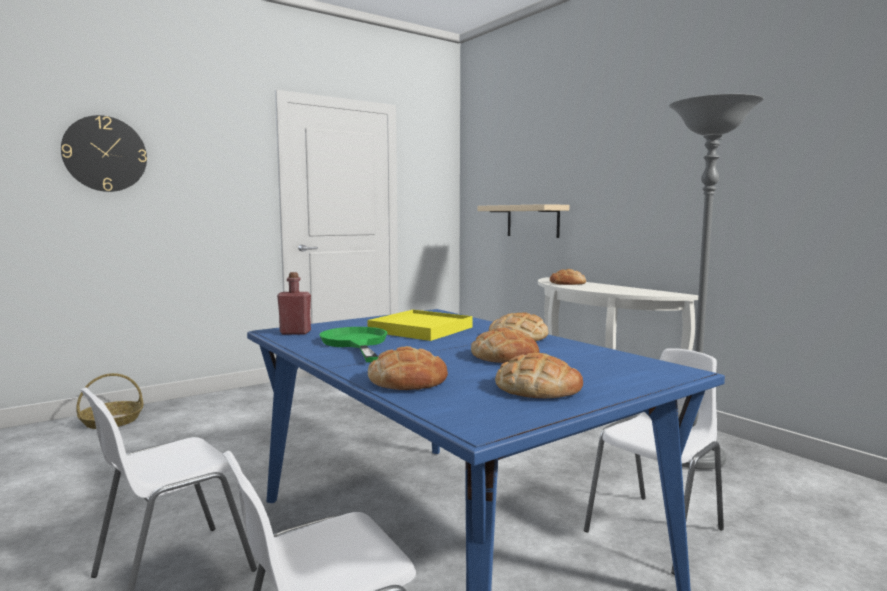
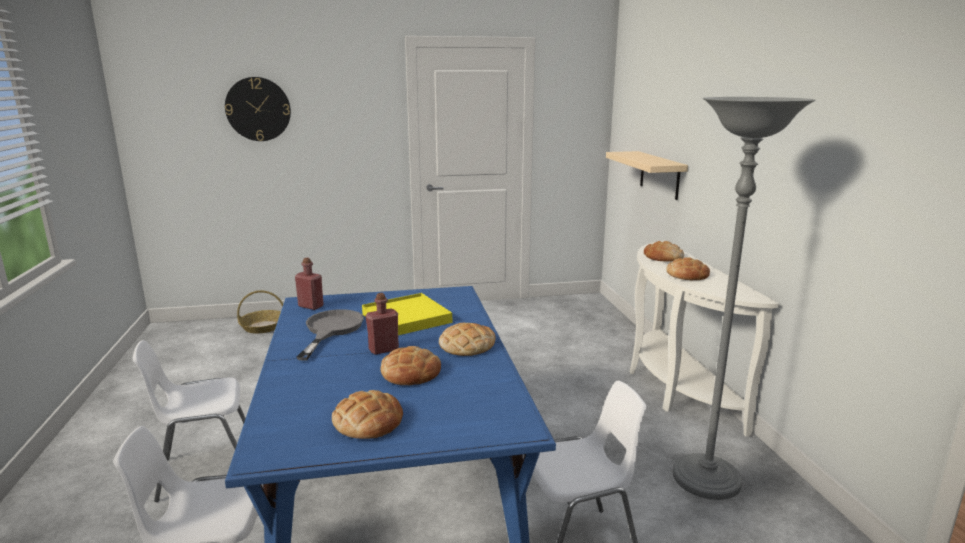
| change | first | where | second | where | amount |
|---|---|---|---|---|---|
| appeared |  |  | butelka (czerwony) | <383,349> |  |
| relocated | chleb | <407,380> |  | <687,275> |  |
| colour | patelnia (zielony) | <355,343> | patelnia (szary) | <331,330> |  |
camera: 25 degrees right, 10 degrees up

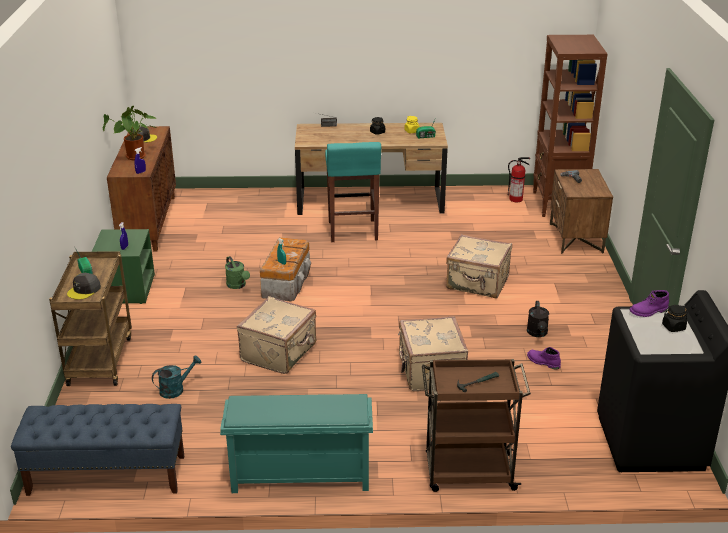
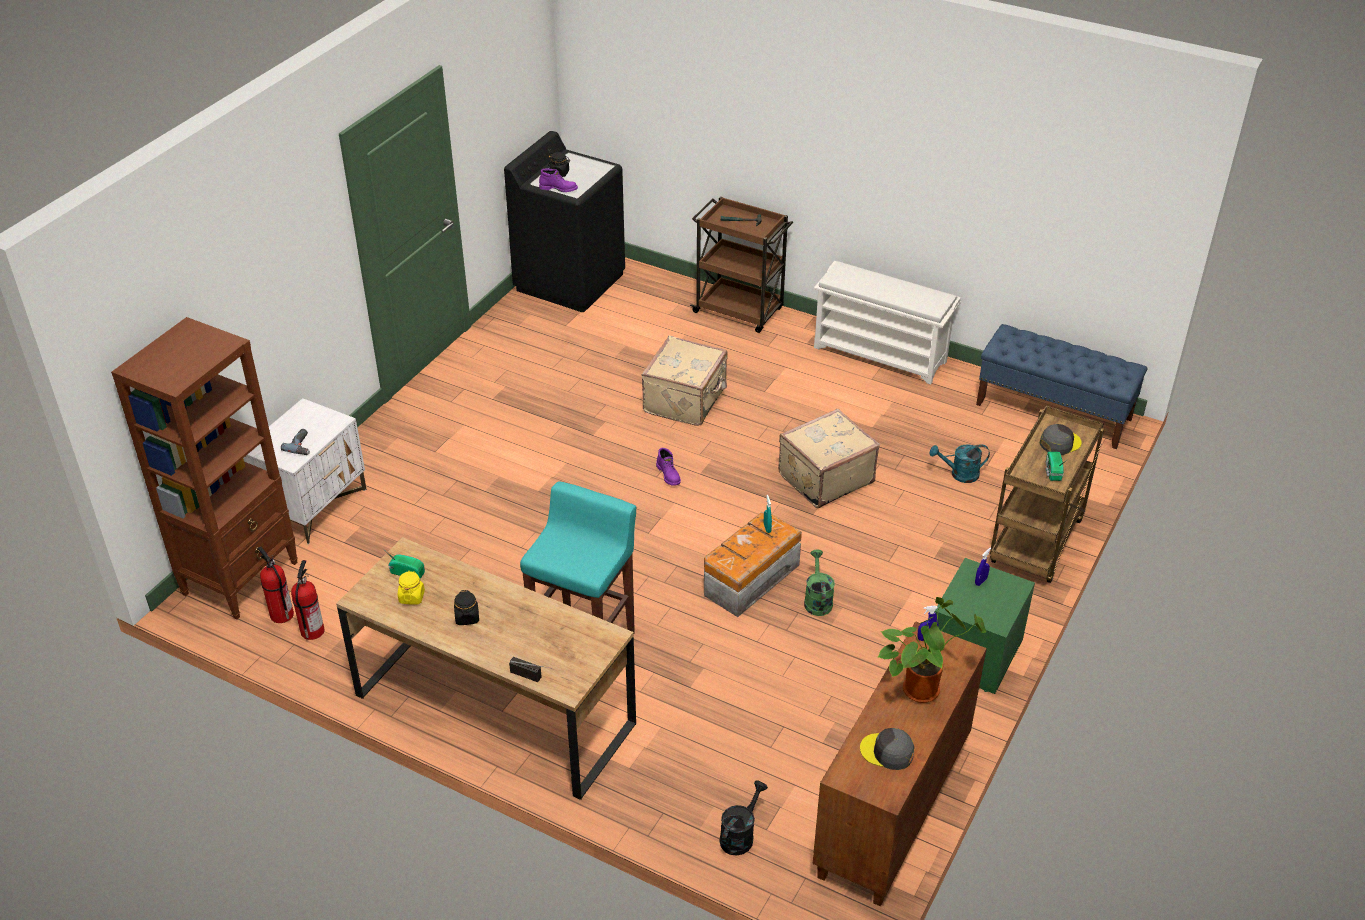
| change | first | where | second | where | amount |
|---|---|---|---|---|---|
| missing | walizka (beżowy) | <477,283> |  |  |  |
| appeared |  |  | gaśnica | <312,630> |  |
| relocated | konewka (czarny) | <537,333> |  | <740,835> |  |
| relocated | but z cholewką (fioletowy) | <543,362> |  | <669,475> |  |
| colour | regał na buty (turkusowy) | <299,476> | regał na buty (biały) | <881,354> |  |
| colour | szafka nocna (brązowy) | <576,238> | szafka nocna (biały) | <313,505> |  |
camera: 150 degrees left, 10 degrees up

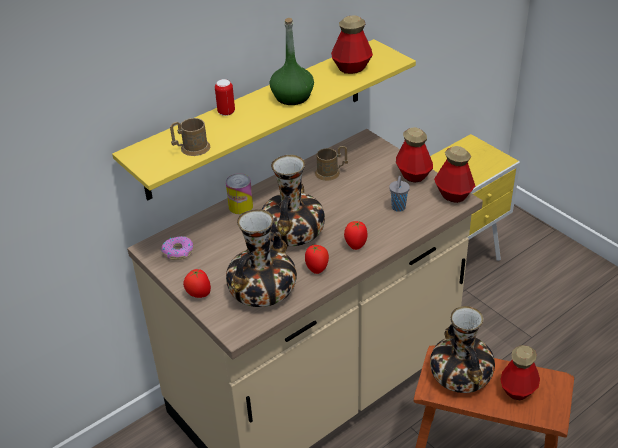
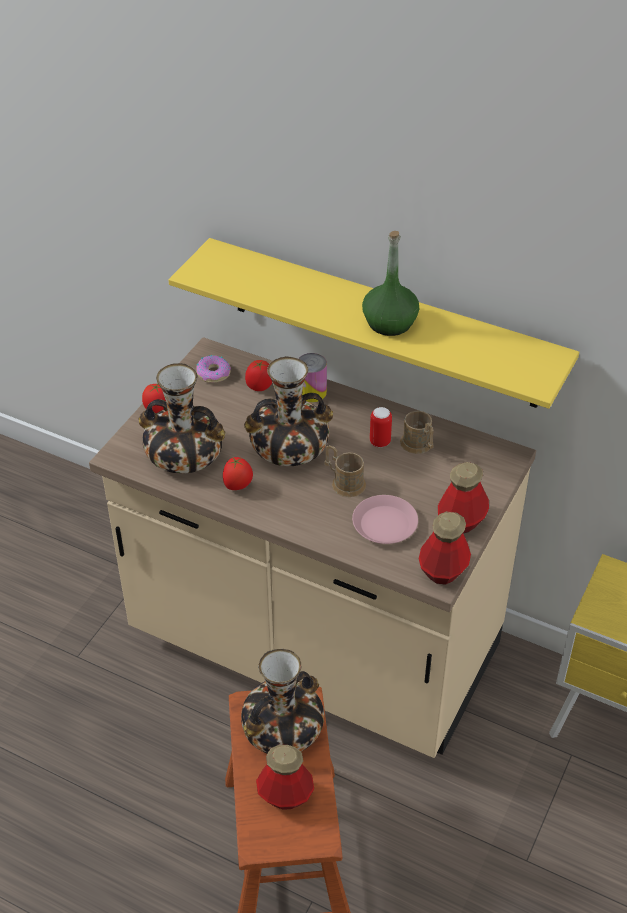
| change | first | where | second | where | amount |
|---|---|---|---|---|---|
| missing | butelka | <352,68> |  |  |  |
| relocated | kubek (brązowy) | <191,149> |  | <344,482> |  |
| relocated | puszka | <226,112> |  | <380,442> |  |
| relocated | pomidor | <355,245> |  | <260,387> |  |
| exchanged | filiżanka (szary) | <398,208> | talerz (różowy) | <385,525> |  |
camera: 65 degrees right, 5 degrees up

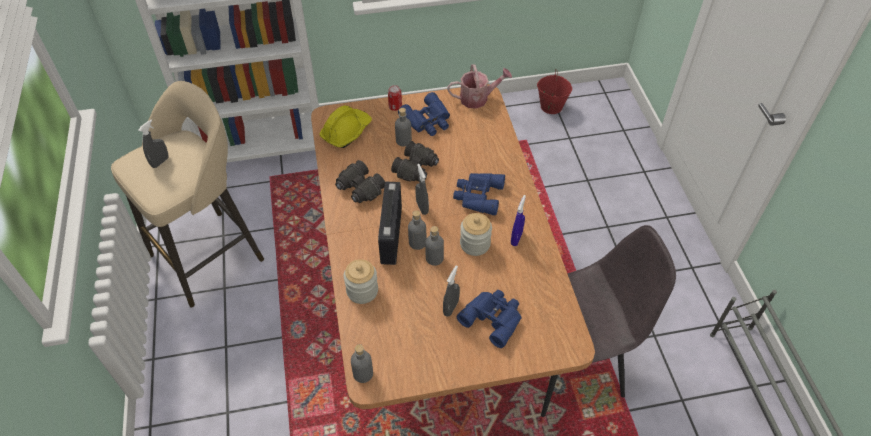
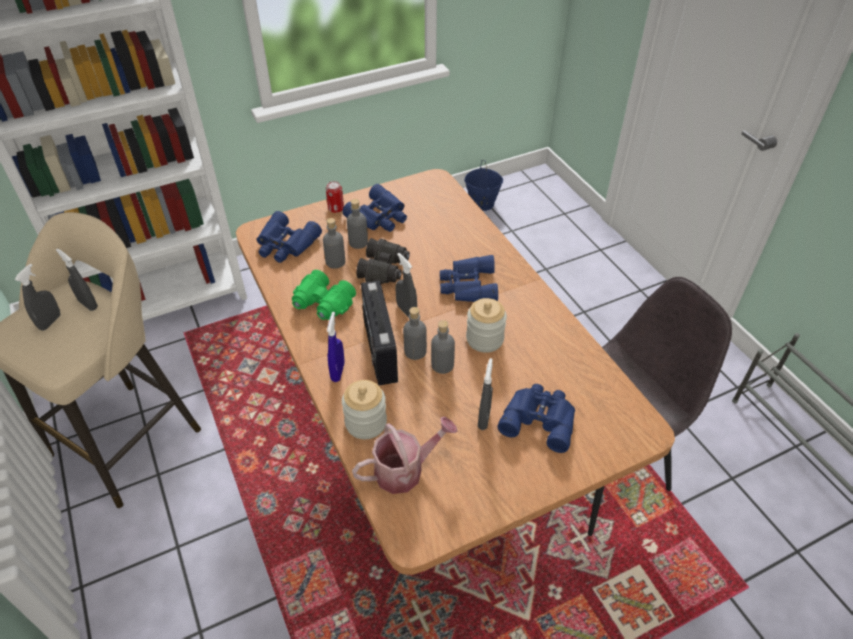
| change | first | where | second | where | amount |
|---|---|---|---|---|---|
| appeared |  |  | spryskiwacz (szary) | <88,304> |  |
| relocated | butelka (szary) | <363,374> |  | <335,262> |  |
| relocated | konewka | <478,98> |  | <405,470> |  |
| relocated | spryskiwacz (niebieski) | <516,238> |  | <338,372> |  |
| exchanged | kask (żółty) | <346,132> | lornetka (niebieski) | <285,245> |  |
| colour | lornetka (czarny) | <359,189> | lornetka (zielony) | <323,305> |  |
| colour | wiadro (czerwony) | <551,106> | wiadro (niebieski) | <481,203> |  |
camera: 15 degrees left, 5 degrees down

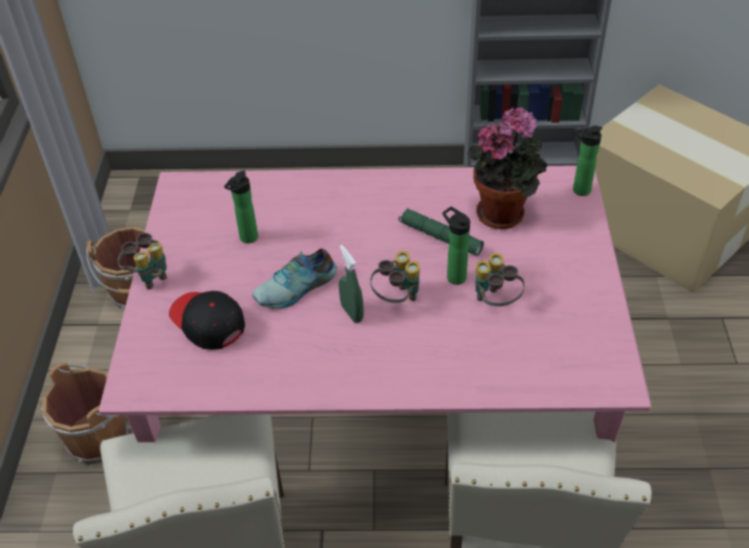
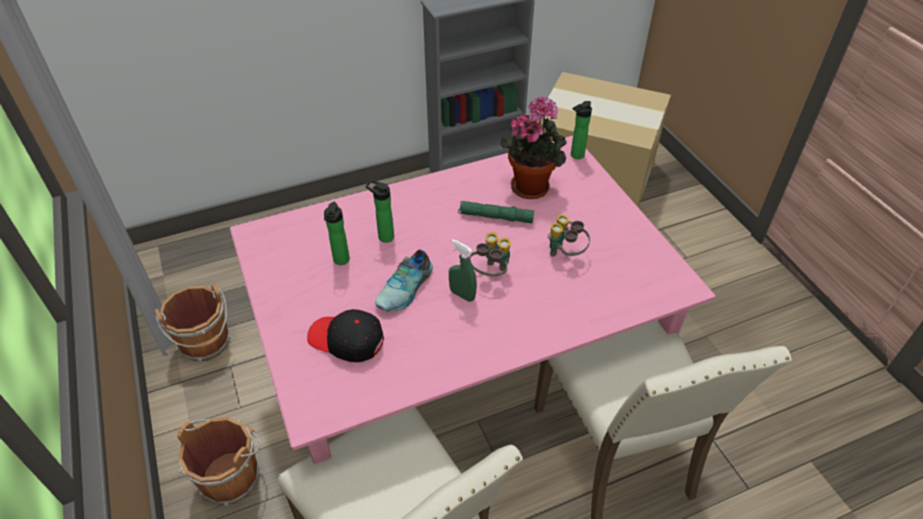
| change | first | where | second | where | amount |
|---|---|---|---|---|---|
| missing | lornetka | <149,276> |  |  |  |
| relocated | butelka | <454,276> |  | <384,236> |  |
camera: 25 degrees left, 0 degrees up

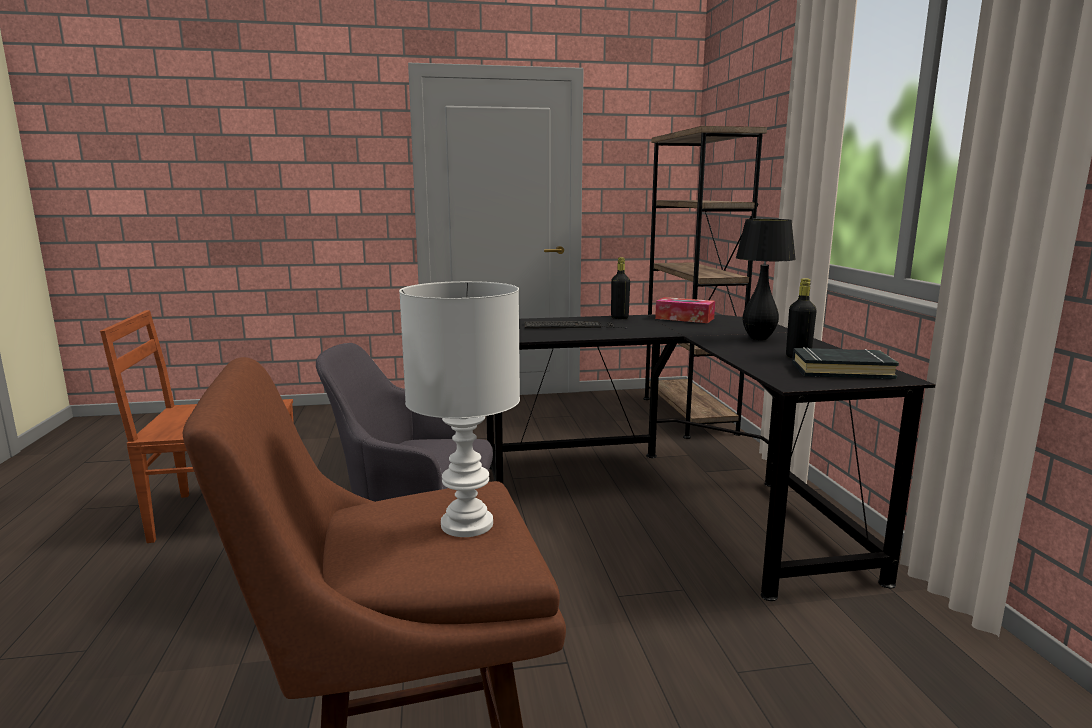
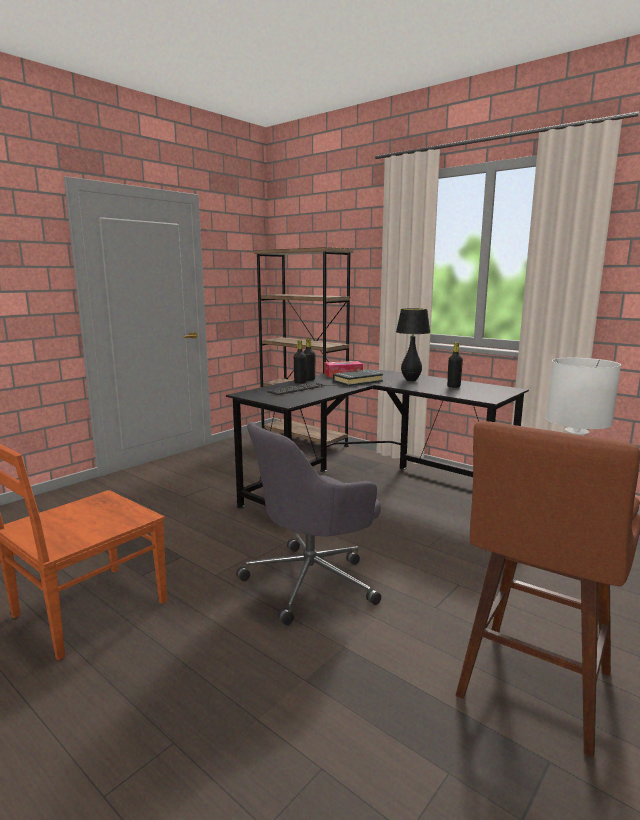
| change | first | where | second | where | amount |
|---|---|---|---|---|---|
| appeared |  |  | butelka (czarny) | <300,382> |  |
| relocated | książka (czarny) | <841,370> |  | <357,381> |  |
camera: 40 degrees left, 0 degrees up

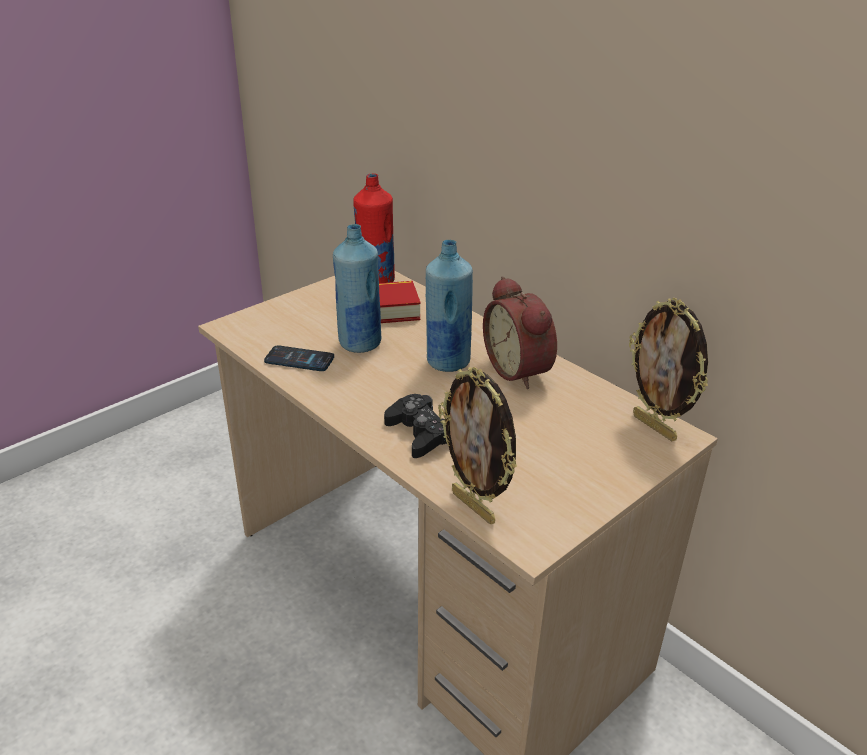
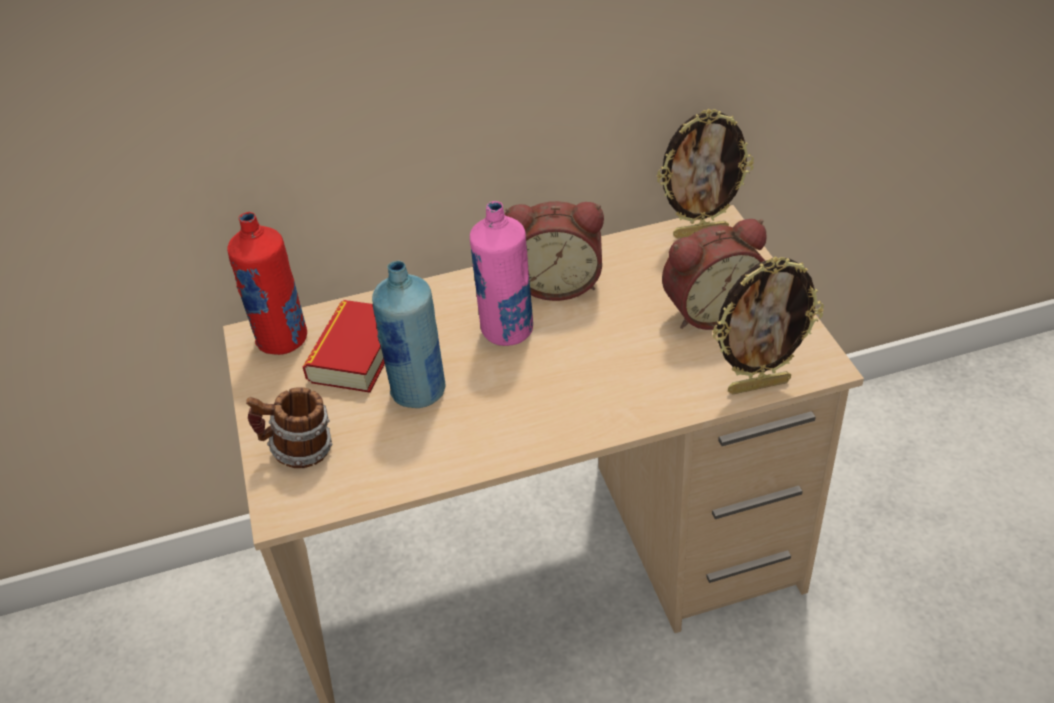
| change | first | where | second | where | amount |
|---|---|---|---|---|---|
| missing | telefon | <299,359> |  |  |  |
| missing | pad do gier (czarny) | <420,433> |  |  |  |
| appeared |  |  | kubek | <299,451> |  |
| appeared |  |  | budzik | <709,310> |  |
| colour | butelka (niebieski) | <447,362> | butelka (różowy) | <507,331> |  |
camera: 60 degrees left, 10 degrees up

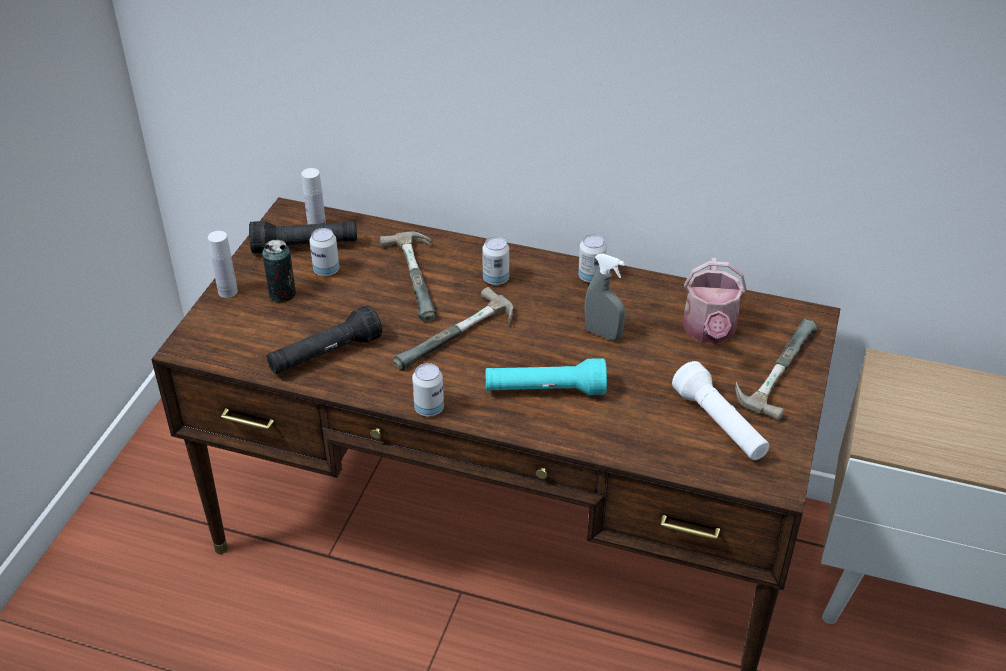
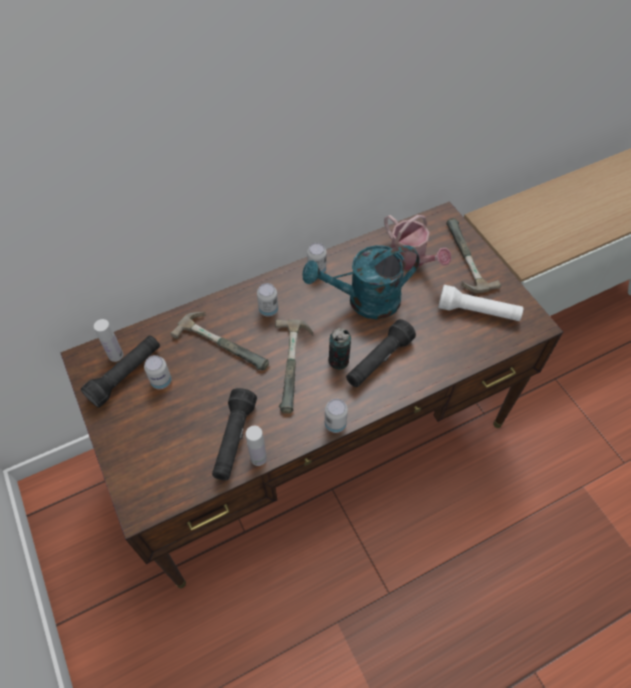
| change | first | where | second | where | amount |
|---|---|---|---|---|---|
| relocated | butelka (biały) | <228,291> |  | <258,458> |  |
| relocated | puszka | <282,294> |  | <338,361> |  |
| exchanged | spryskiwacz (szary) | <603,333> | konewka (turkusowy) | <364,301> |  |
| colour | latarka (turkusowy) | <545,390> | latarka (czarny) | <378,361> |  |
camera: 45 degrees left, 15 degrees up

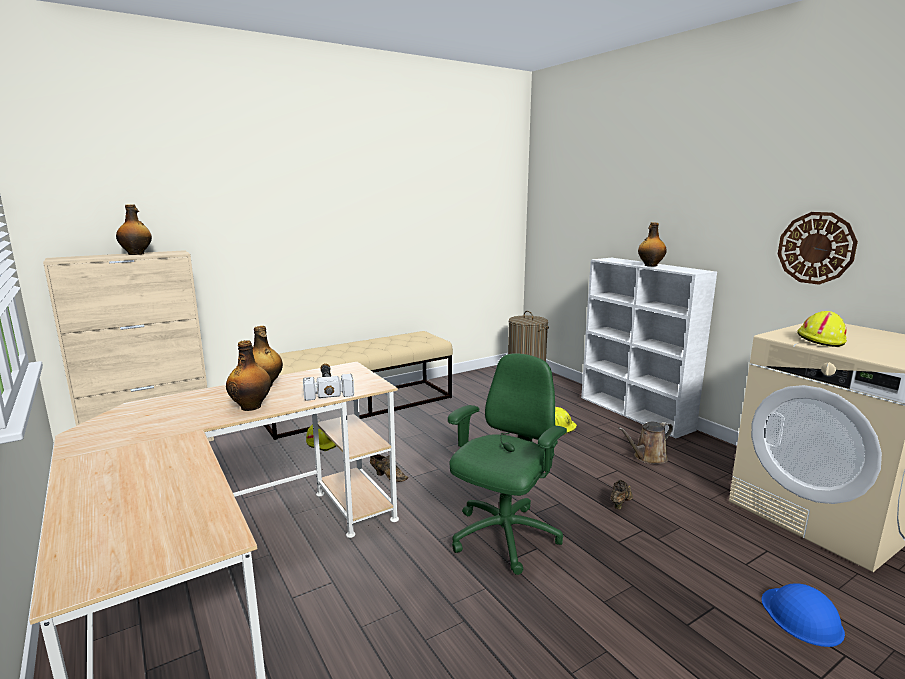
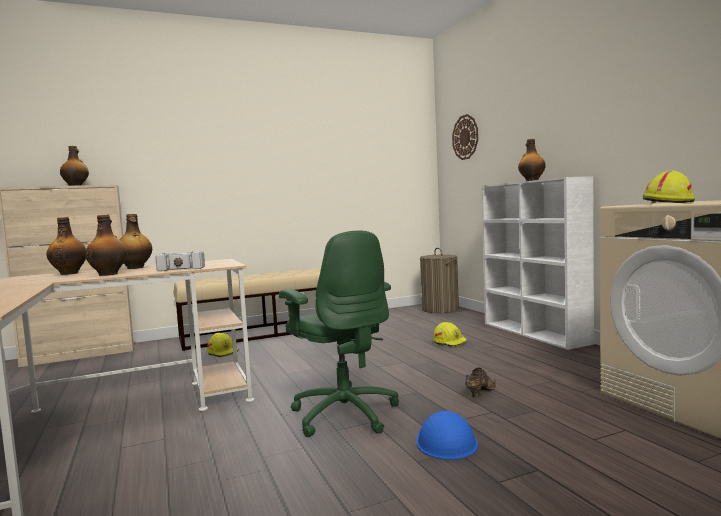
| change | first | where | second | where | amount |
|---|---|---|---|---|---|
| missing | but (brązowy) | <388,476> |  |  |  |
| missing | konewka (brązowy) | <647,457> |  |  |  |
| appeared |  |  | butelka | <69,273> |  |
| relocated | kask (niebieski) | <801,616> |  | <446,442> |  |
| relocated | zegar ścienny | <816,248> |  | <465,137> |  |
| spun | krzesło biurowe (zielony) | <503,537> |  | <344,414> | 105 degrees clockwise |
camera: 10 degrees right, 10 degrees down

